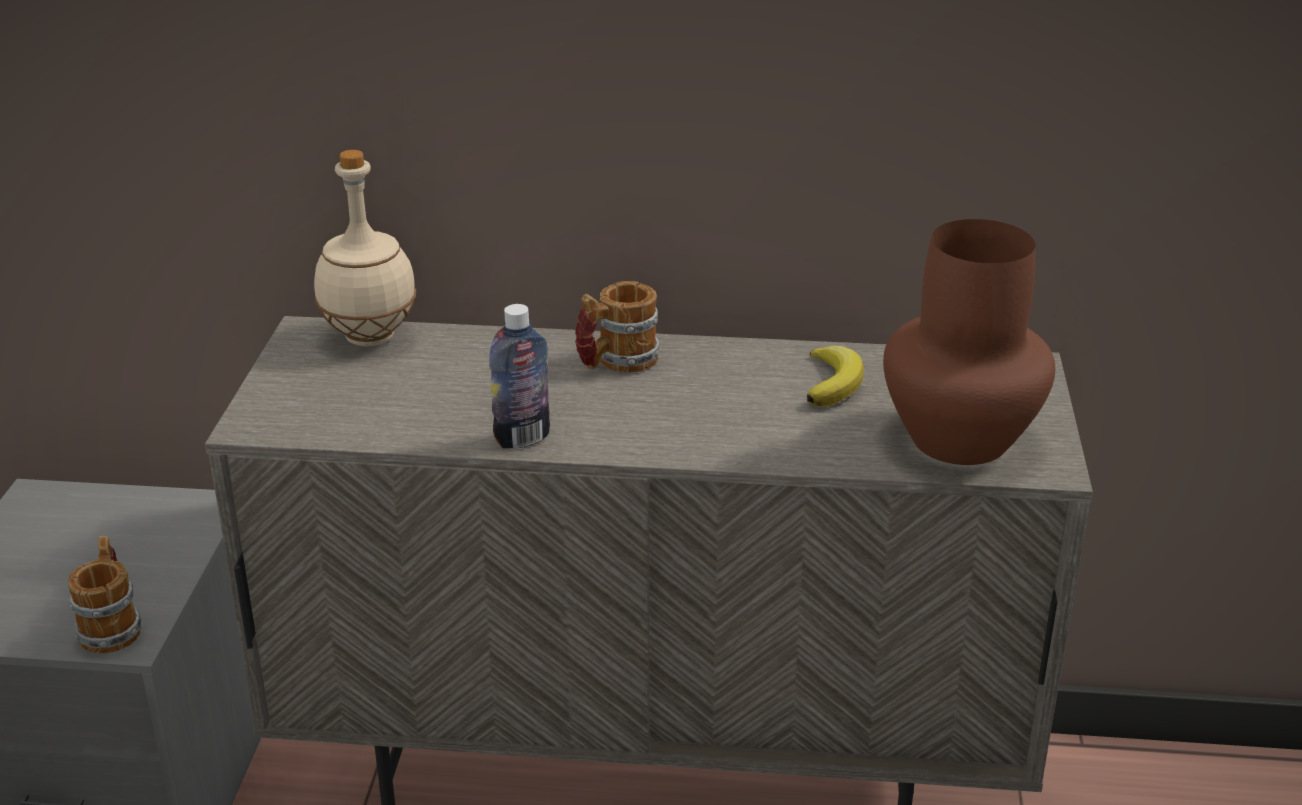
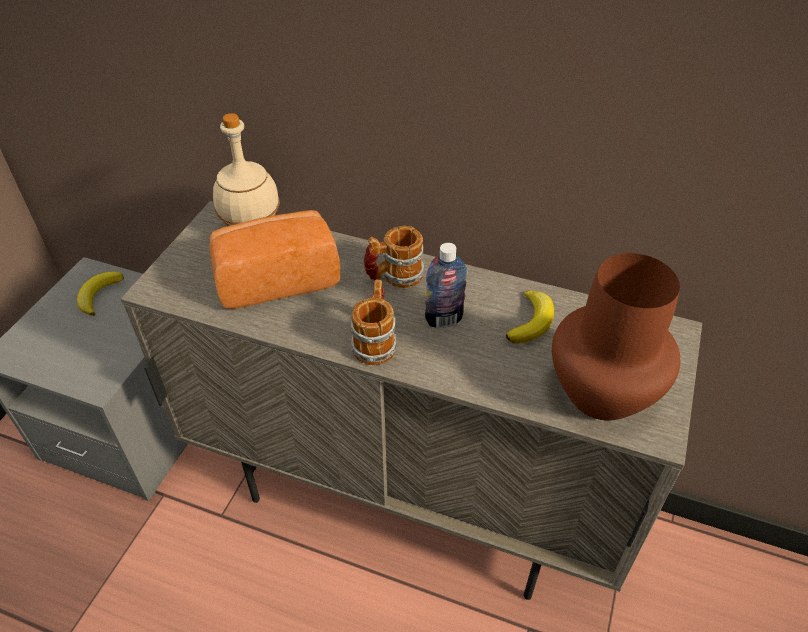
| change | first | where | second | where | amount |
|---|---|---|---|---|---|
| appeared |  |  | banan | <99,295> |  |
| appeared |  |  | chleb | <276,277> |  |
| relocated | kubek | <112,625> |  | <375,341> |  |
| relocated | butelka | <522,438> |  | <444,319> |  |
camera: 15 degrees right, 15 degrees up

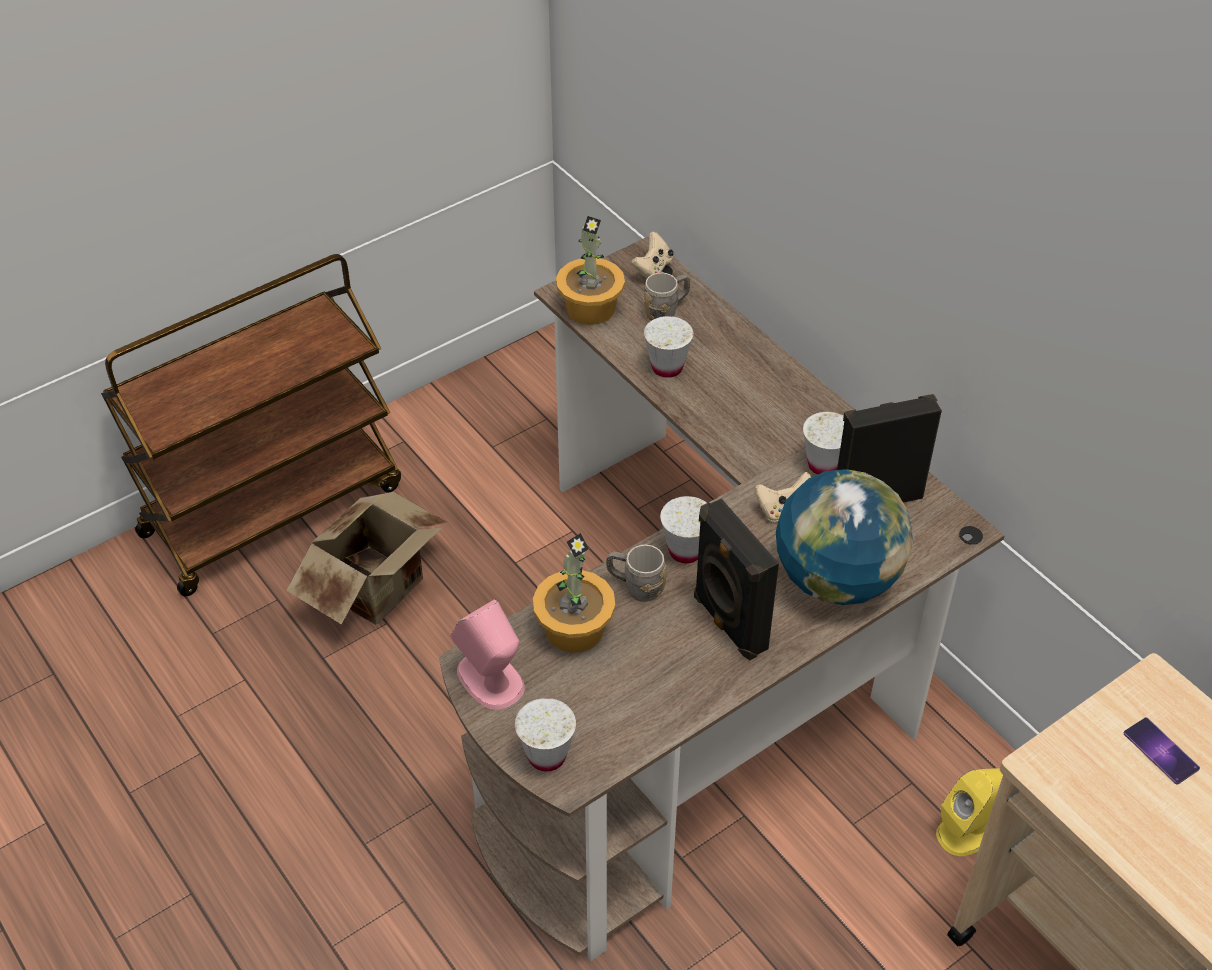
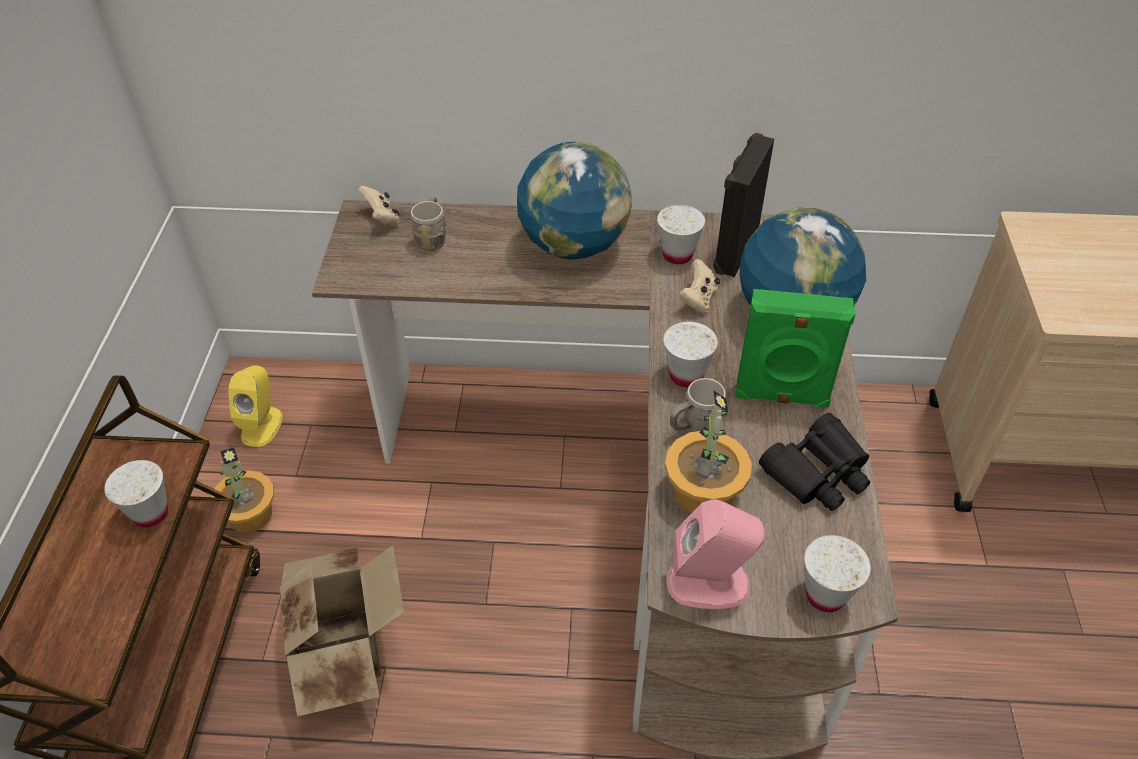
| change | first | where | second | where | amount |
|---|---|---|---|---|---|
| missing | telefon | <1161,751> |  |  |  |
| appeared |  |  | globus | <574,245> |  |
| appeared |  |  | lornetka (czarny) | <817,473> |  |
| relocated | roślina doniczkowa | <591,308> |  | <250,514> |  |
| relocated | filiżanka (biały) | <667,367> |  | <150,513> |  |
| relocated | głośnik (żółty) | <968,830> |  | <262,425> |  |
| colour | głośnik (czarny) | <728,623> | głośnik (zielony) | <781,397> |  |
camera: 50 degrees left, 0 degrees up

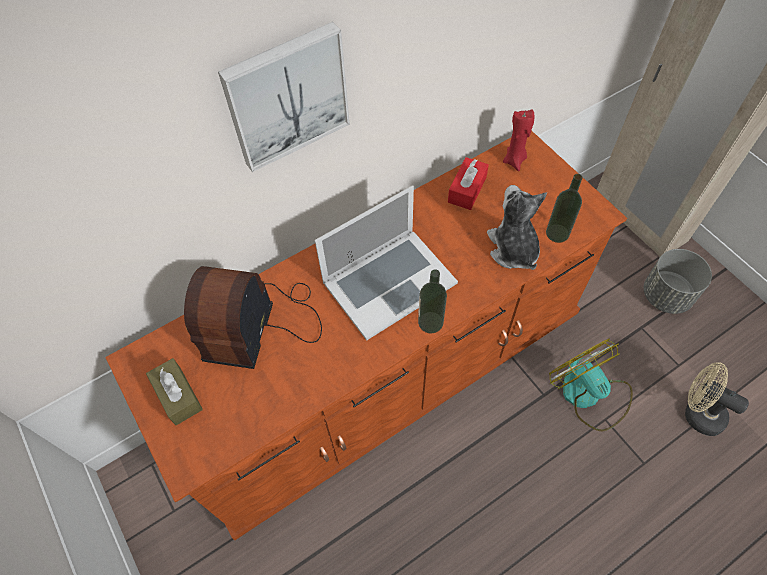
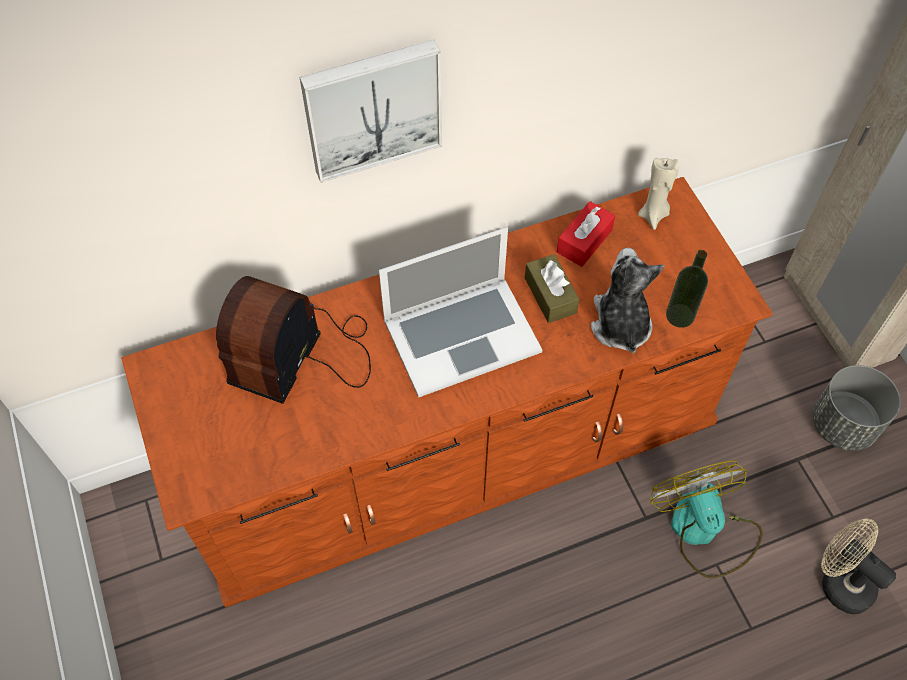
| change | first | where | second | where | amount |
|---|---|---|---|---|---|
| missing | butelka | <430,322> |  |  |  |
| relocated | pudełko chusteczek (brązowy) | <178,396> |  | <550,295> |  |
| colour | świeca (czerwony) | <514,160> | świeca (beżowy) | <653,215> |  |
camera: 10 degrees right, 0 degrees up

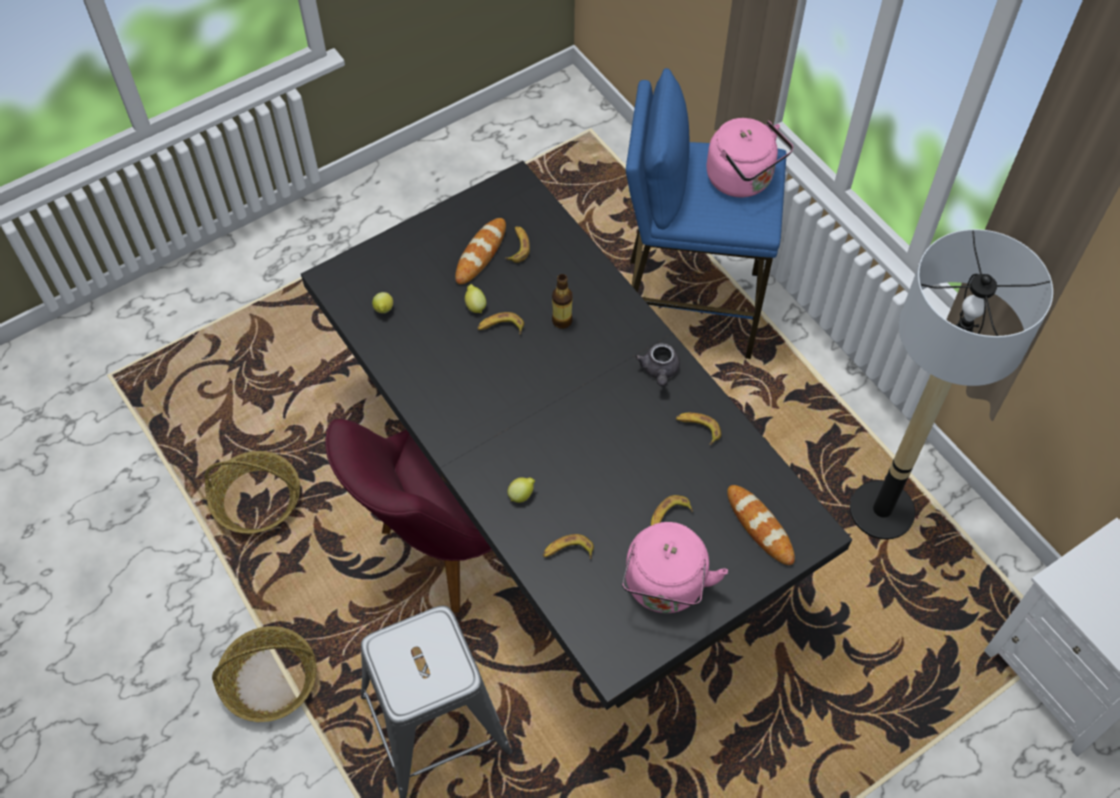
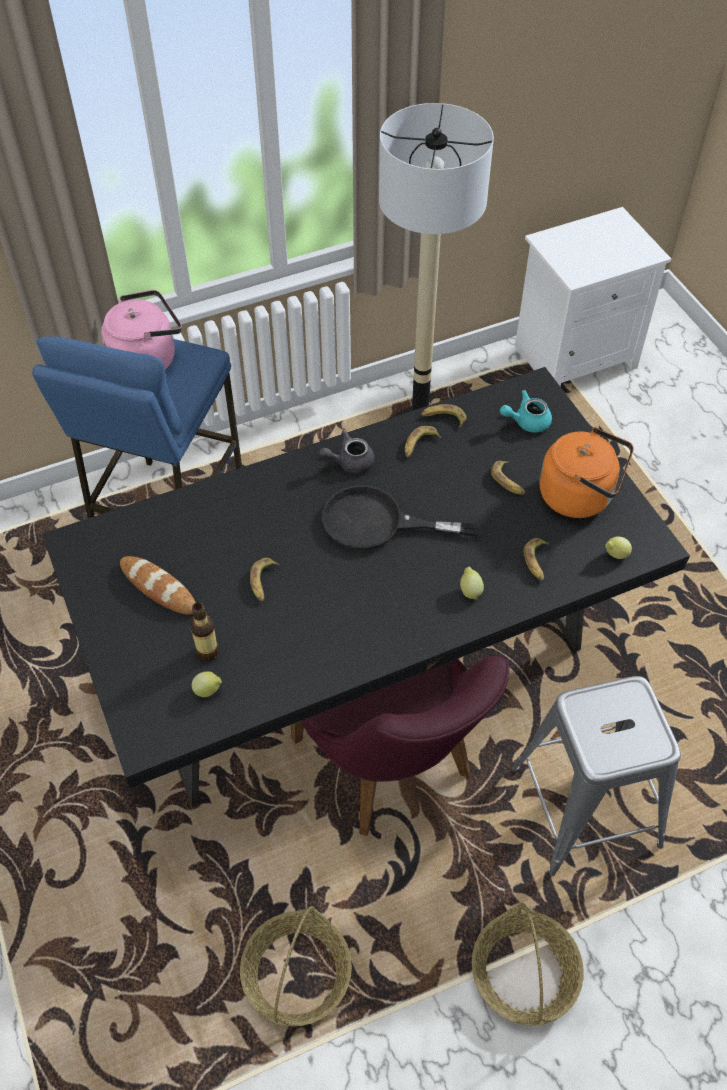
| change | first | where | second | where | amount |
|---|---|---|---|---|---|
| appeared |  |  | patelnia (czarny) | <377,523> |  |
| relocated | cytryna | <475,306> |  | <615,555> |  |
| relocated | banan | <517,246> |  | <443,418> |  |
| relocated | butelka | <562,321> |  | <207,652> |  |
| exchanged | chleb | <759,526> | imbryk (turkusowy) | <526,421> |  |
| colour | czajnik (różowy) | <665,587> | czajnik (pomarańczowy) | <580,496> |  |
| spun | imbryk (szary) | <659,371> |  | <349,462> | 150 degrees clockwise |
camera: 80 degrees left, 5 degrees down

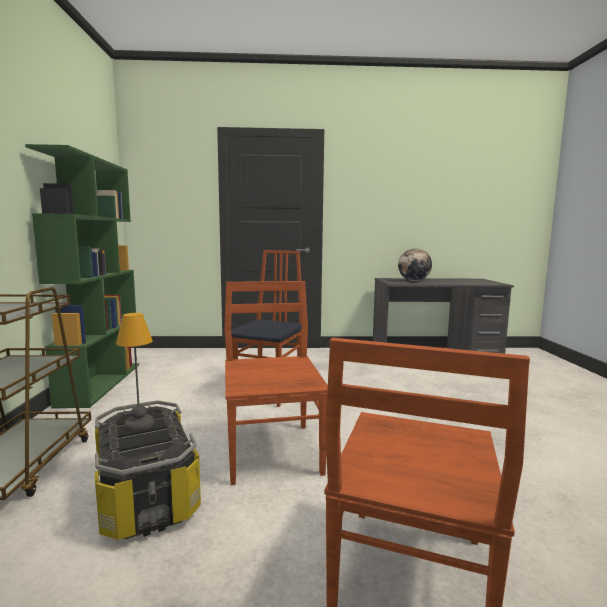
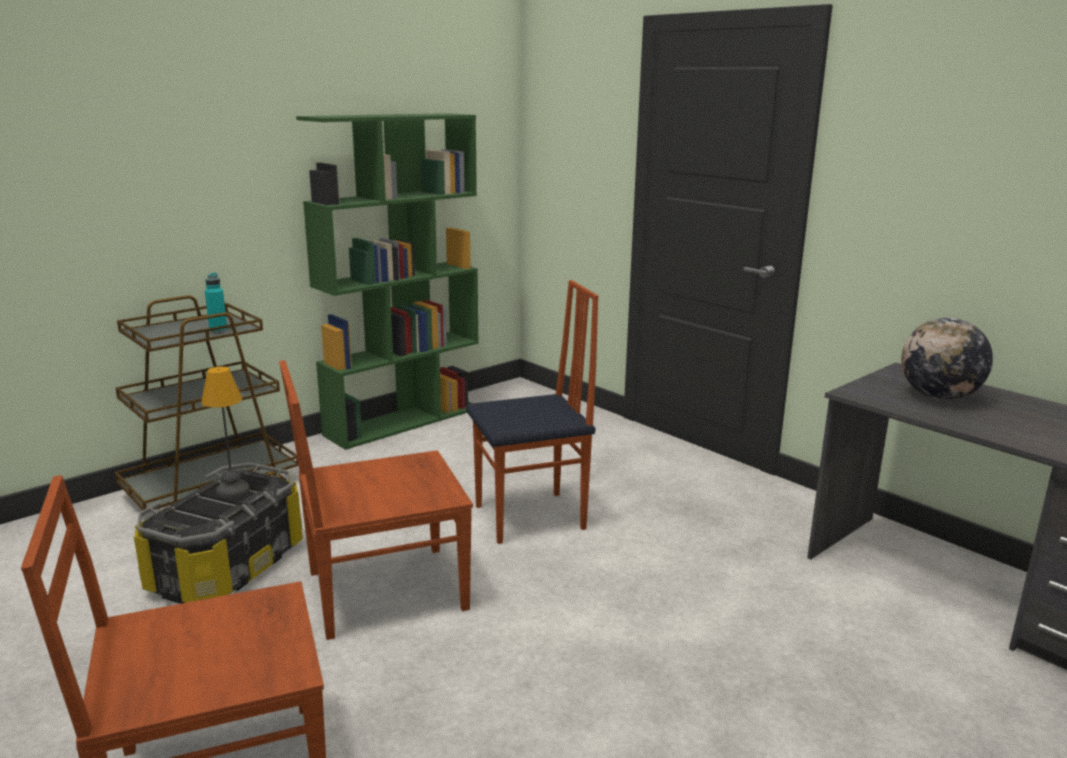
| change | first | where | second | where | amount |
|---|---|---|---|---|---|
| appeared |  |  | butelka (turkusowy) | <218,330> |  |
| spun | krzesło (brązowy) | <272,450> |  | <382,591> | 150 degrees counterclockwise |
camera: 50 degrees right, 10 degrees up

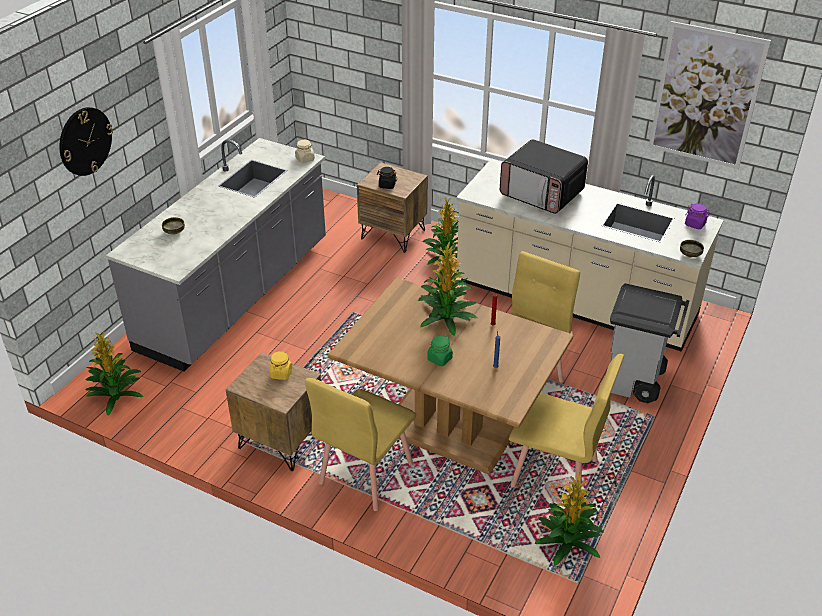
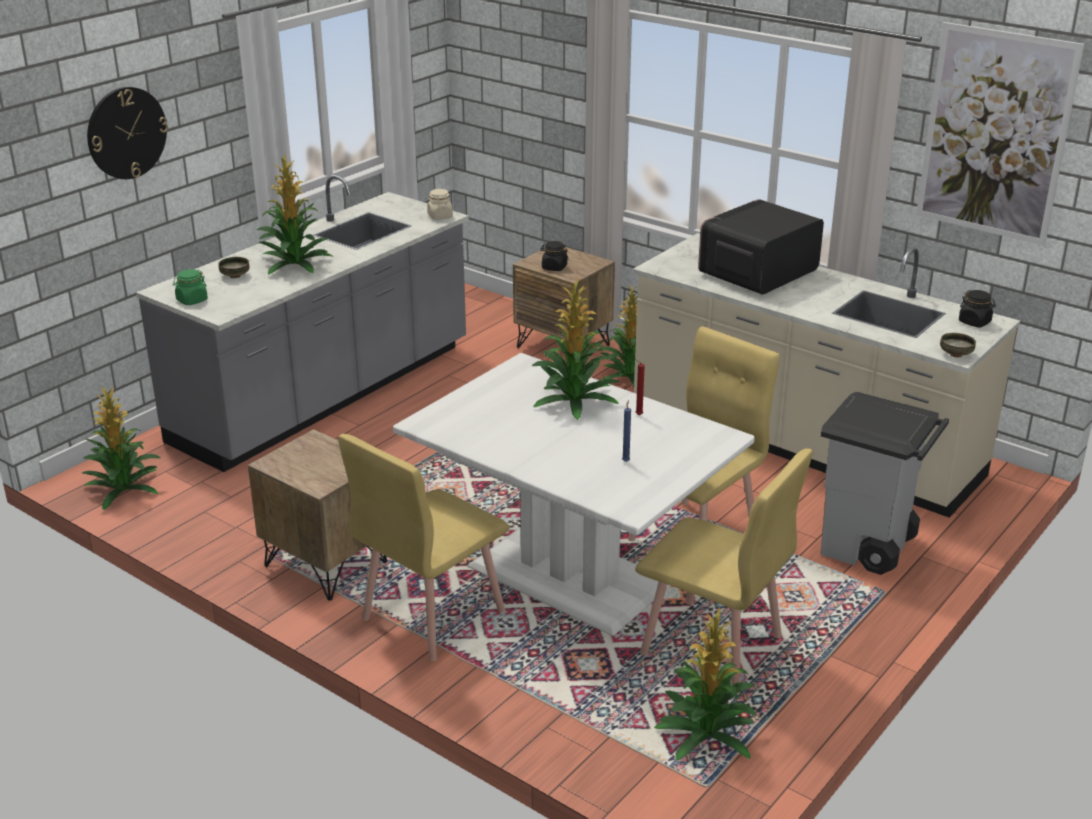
| change | first | where | second | where | amount |
|---|---|---|---|---|---|
| missing | słoik (żółty) | <281,373> |  |  |  |
| appeared |  |  | roślina doniczkowa | <295,264> |  |
| relocated | słoik (zielony) | <439,359> |  | <192,300> |  |
| colour | stół jadalny (brązowy) | <449,428> | stół jadalny (biały) | <571,574> |  |
| colour | słoik (fioletowy) | <695,224> | słoik (czarny) | <974,322> |  |
| spun | mikrofalówka | <542,194> |  | <757,274> | 90 degrees clockwise |
camera: 10 degrees right, 10 degrees down

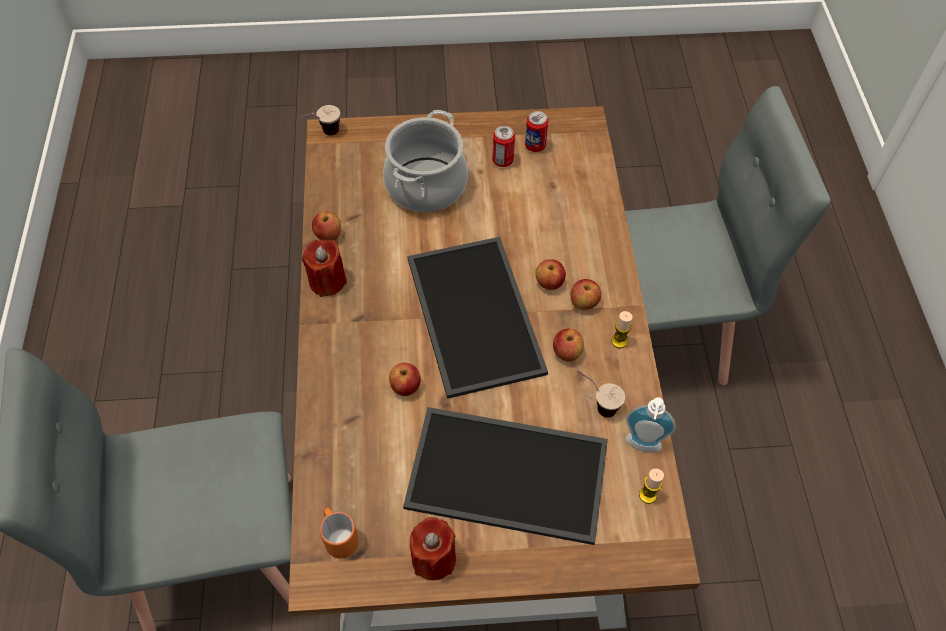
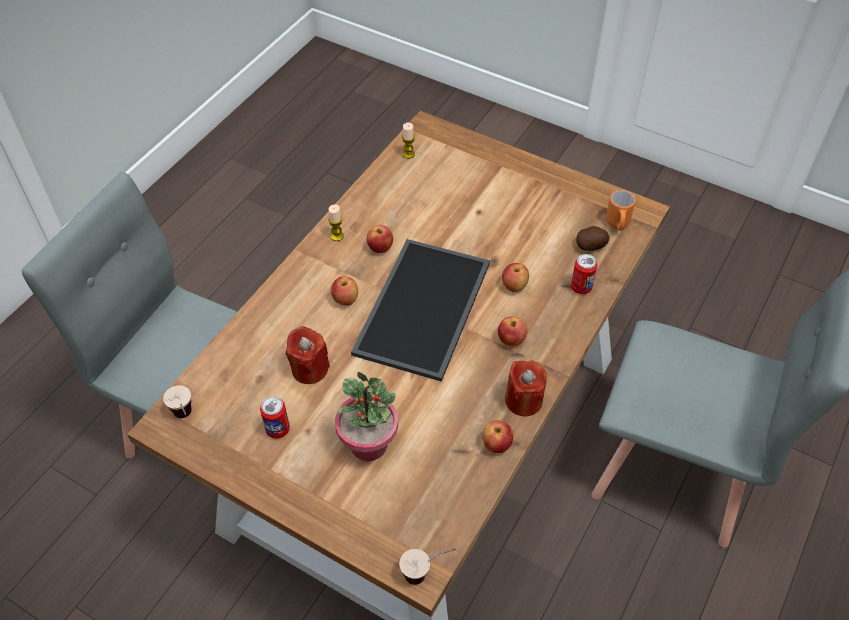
| change | first | where | second | where | amount |
|---|---|---|---|---|---|
| missing | taca | <510,472> |  |  |  |
| missing | dozownik mydła | <642,447> |  |  |  |
| appeared |  |  | ziemniak | <591,246> |  |
| relocated | świeca (czerwony) | <433,558> |  | <309,369> |  |
| relocated | puszka | <535,146> |  | <581,287> |  |
| relocated | jabłko | <583,303> |  | <511,340> |  |
| relocated | filiżanka | <596,404> |  | <186,419> |  |
| exchanged | garnek | <426,185> | roślina doniczkowa | <369,445> |  |
camera: 145 degrees left, 5 degrees down

